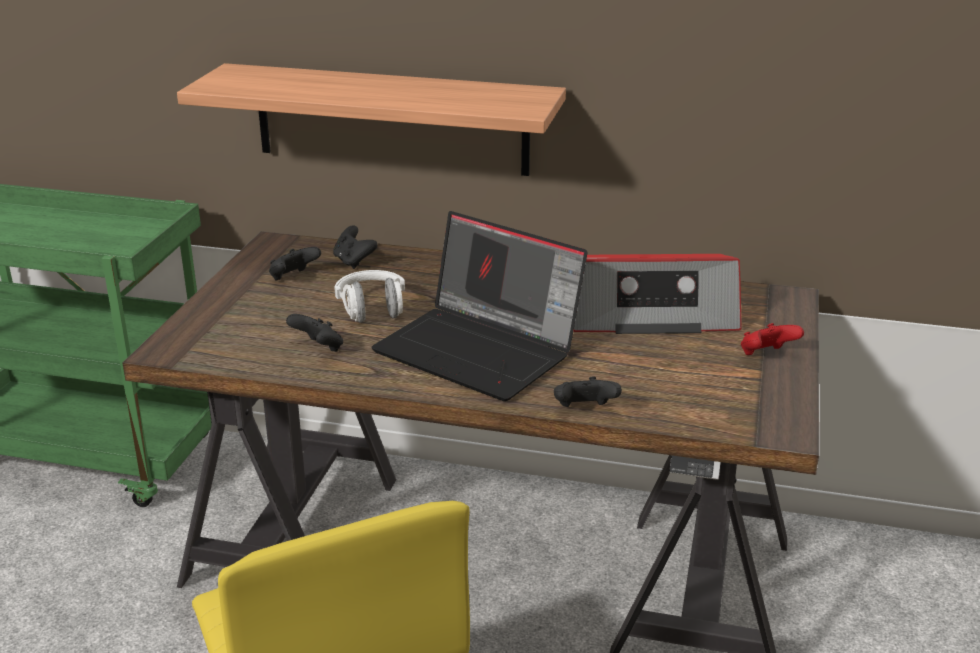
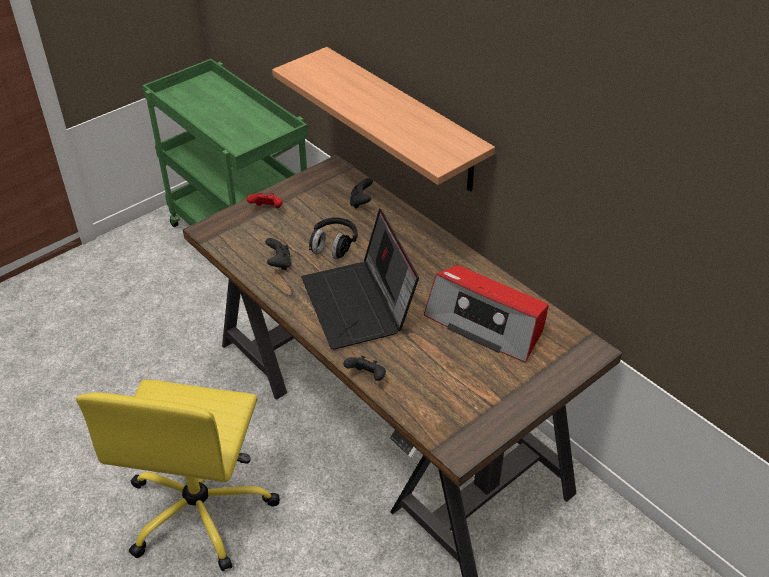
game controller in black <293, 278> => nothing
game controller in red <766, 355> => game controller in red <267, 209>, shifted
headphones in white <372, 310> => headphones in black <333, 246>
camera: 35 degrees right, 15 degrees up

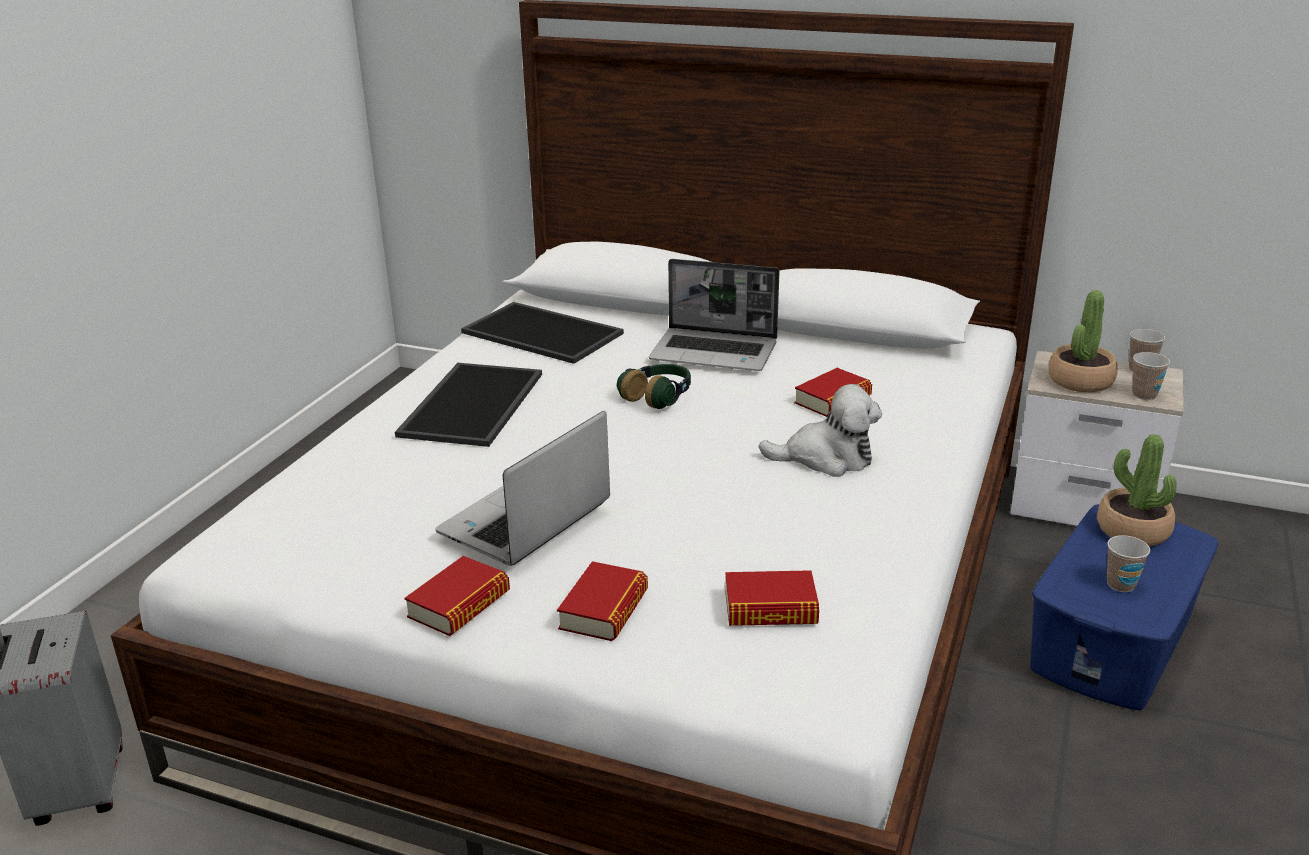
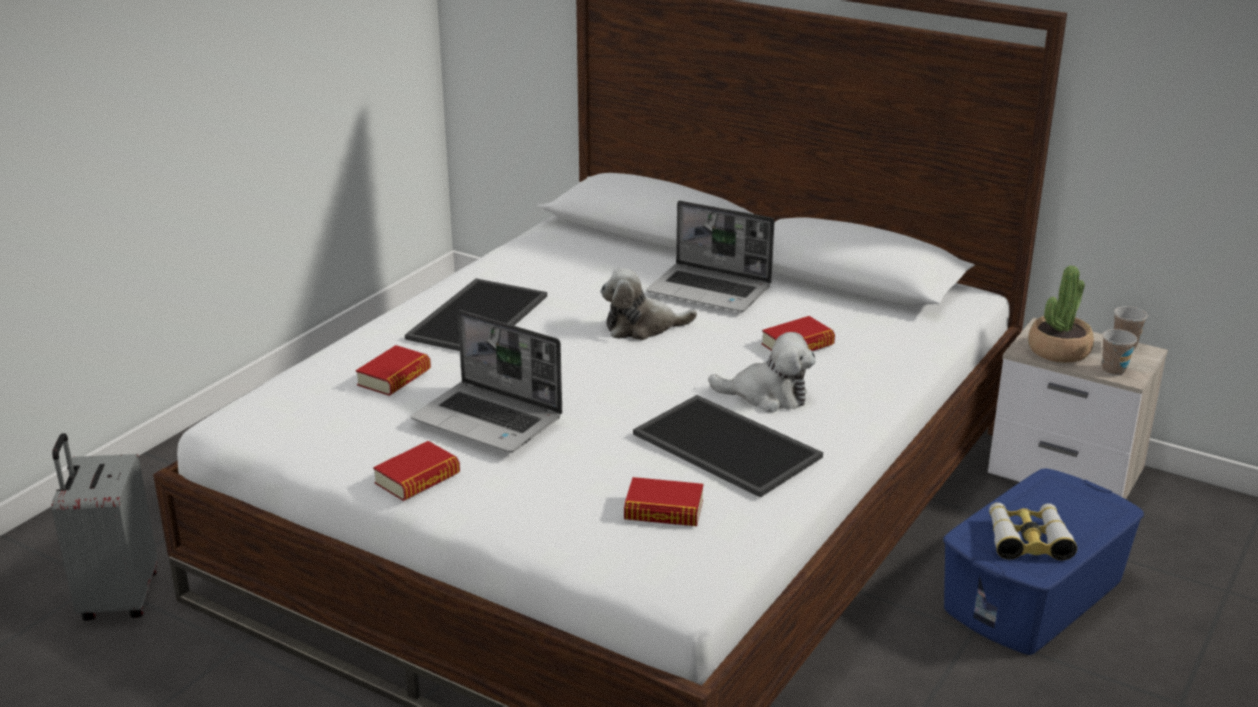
potted plant <1132, 530> => nothing
tray <545, 333> => tray <729, 445>, shifted
book <604, 610> => book <394, 377>, shifted
headphones <658, 397> => plush toy <642, 327>
cup <1120, 584> => binoculars <1027, 539>
laptop <525, 521> => laptop <489, 420>, 105 degrees counterclockwise
camera: 10 degrees right, 0 degrees up

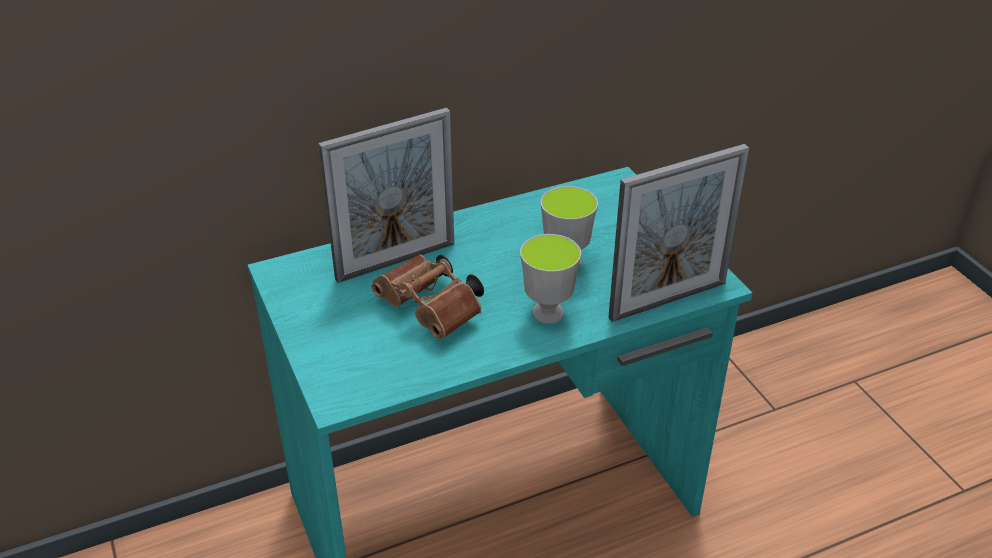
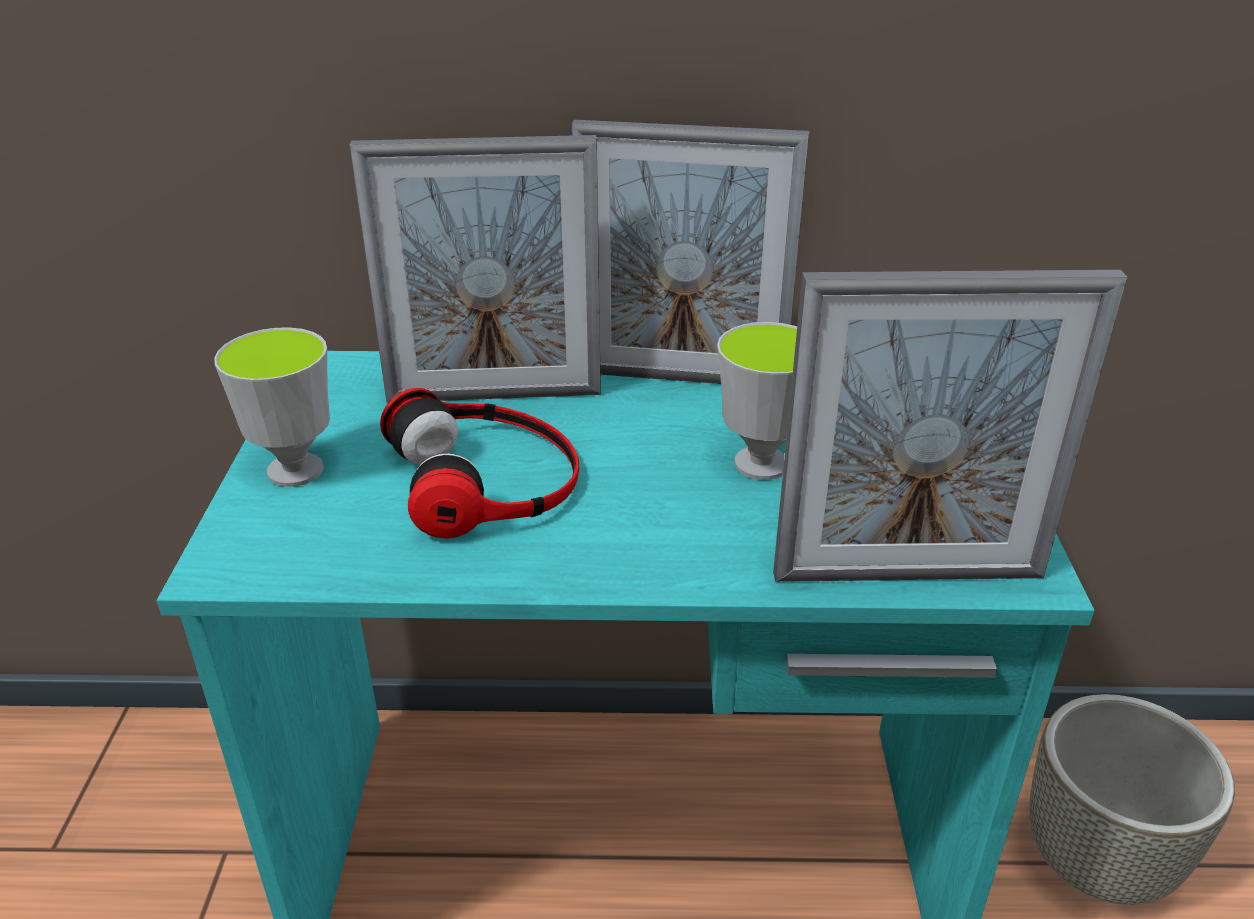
nothing => picture frame <681, 378>
nothing => planter in grey <1096, 864>
cup <548, 313> => cup <295, 470>, shifted
binoculars in brown <433, 311> => headphones <488, 477>
camera: 25 degrees right, 5 degrees down

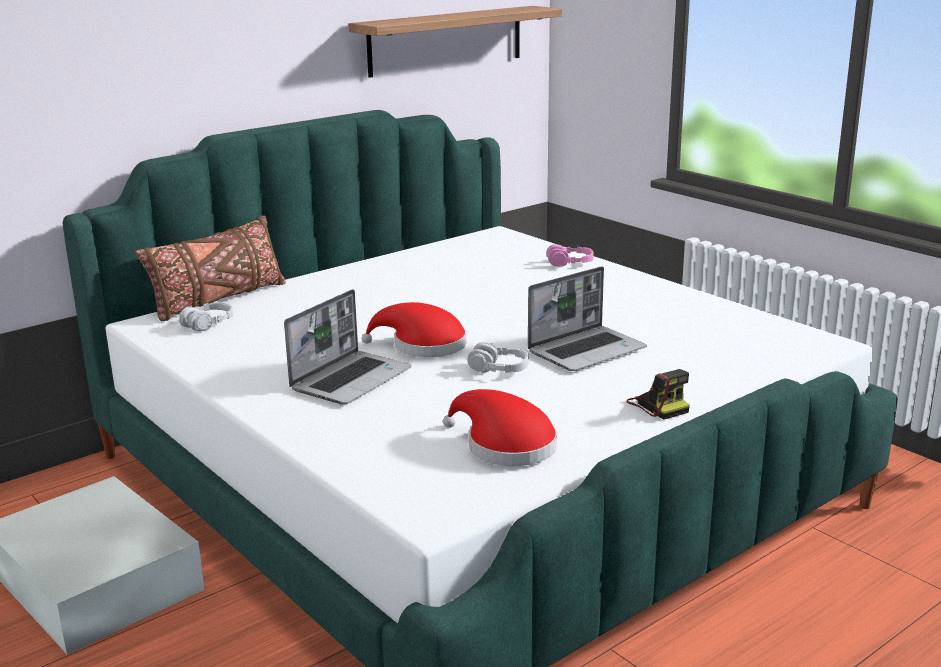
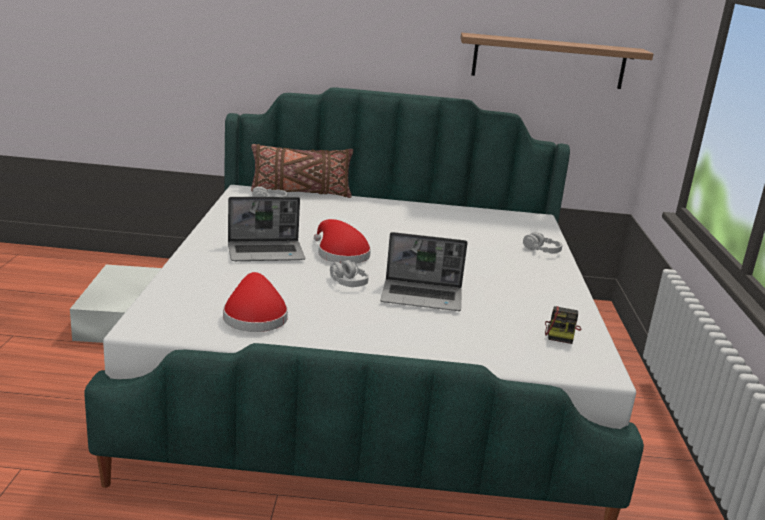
photo camera <658, 405> => photo camera <561, 333>, shifted
headphones in pink <570, 263> => headphones in grey <541, 250>
camera: 40 degrees right, 0 degrees up

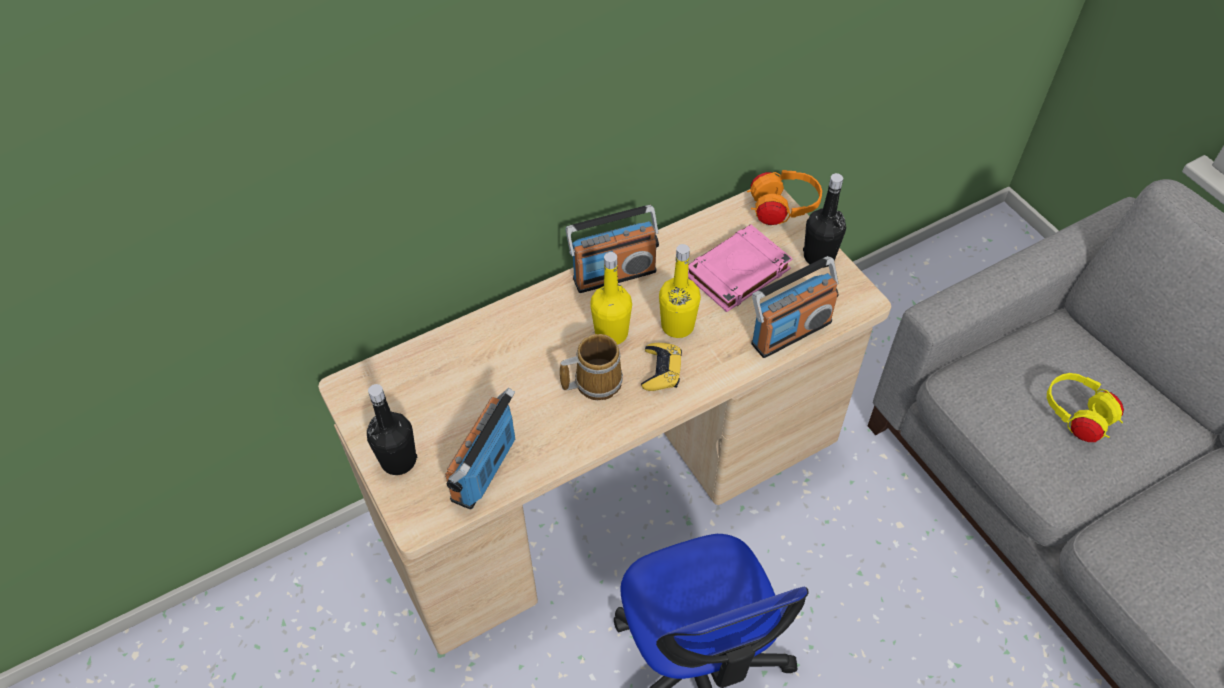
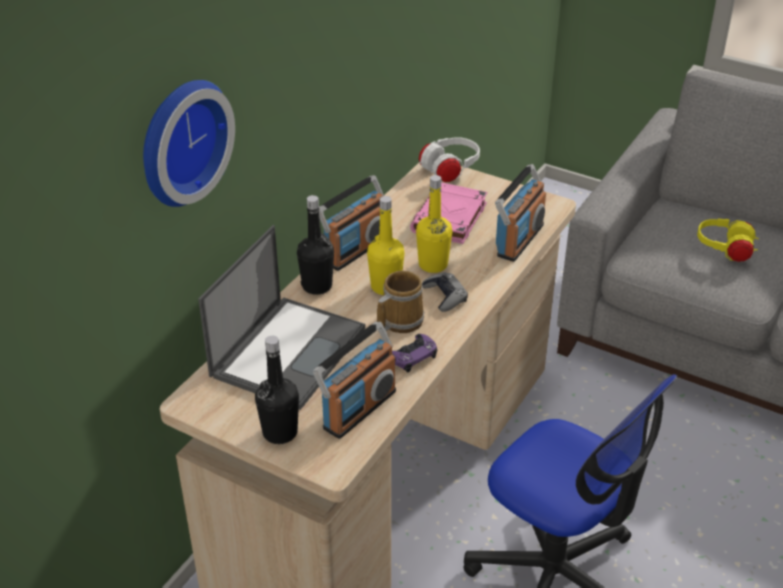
nothing => wall clock <179, 140>
nothing => laptop <289, 350>
nothing => game controller in purple <411, 356>
bottle in black <819, 257> => bottle in black <317, 286>, shifted
game controller in yellow <661, 370> => game controller in grey <445, 296>
headphones in orange <782, 209> => headphones in white <449, 171>
radio <484, 468> => radio <358, 409>, 135 degrees counterclockwise
camera: 30 degrees left, 15 degrees down

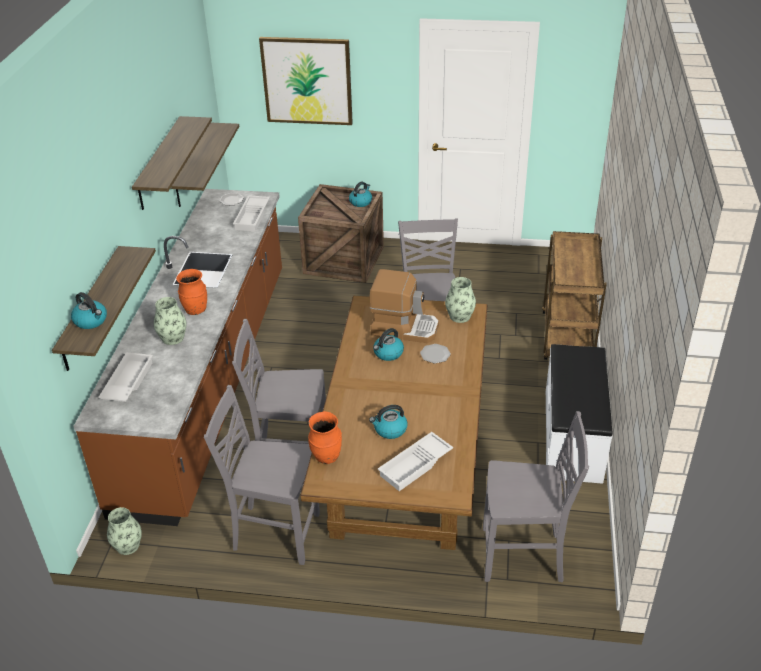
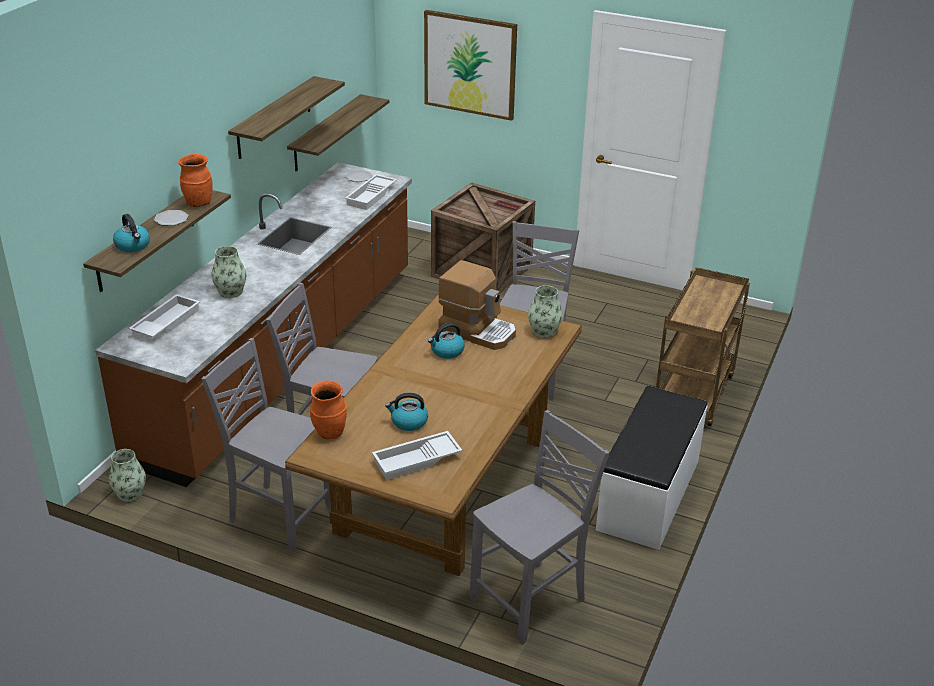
kettle <360, 202> => nothing
vase in orange <195, 310> => vase in orange <198, 203>, shifted
plate <435, 354> => plate <171, 219>, shifted
chair in grey <524, 556> => chair in grey <531, 600>, 60 degrees counterclockwise
camera: 15 degrees right, 5 degrees down

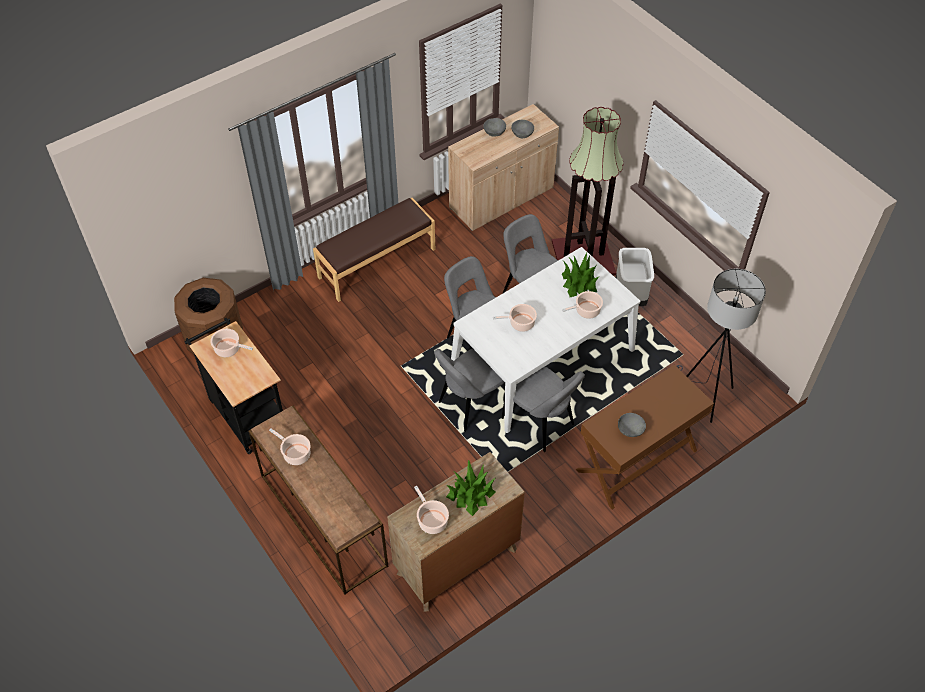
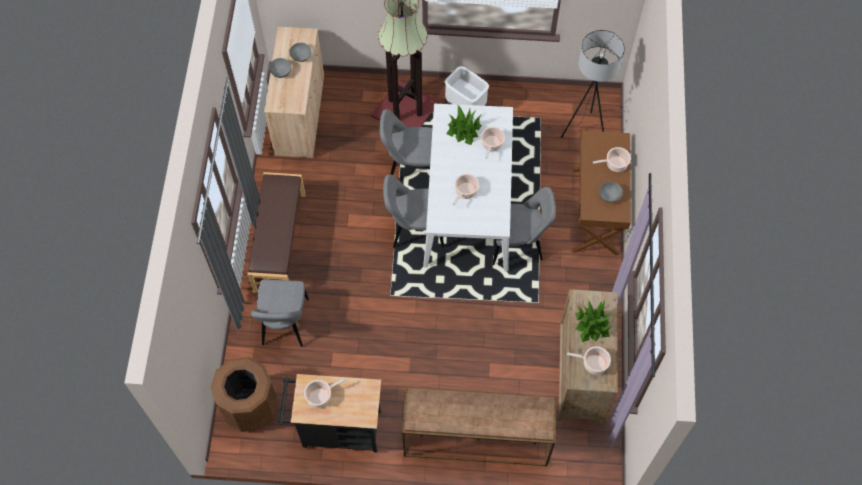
cooking pot <295, 454> => cooking pot <615, 164>, shifted
chair in grey <471, 404> => chair in grey <284, 325>, shifted
camera: 50 degrees left, 10 degrees up

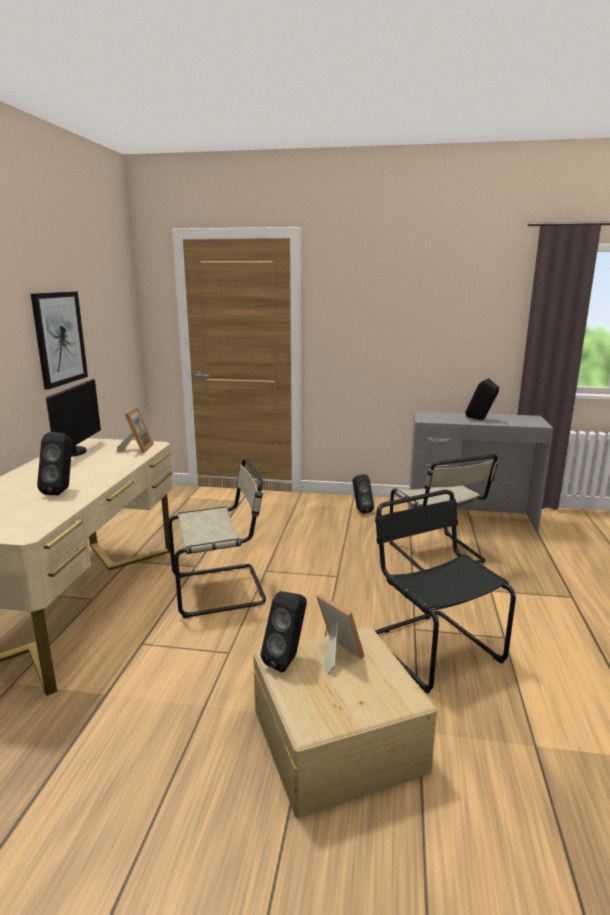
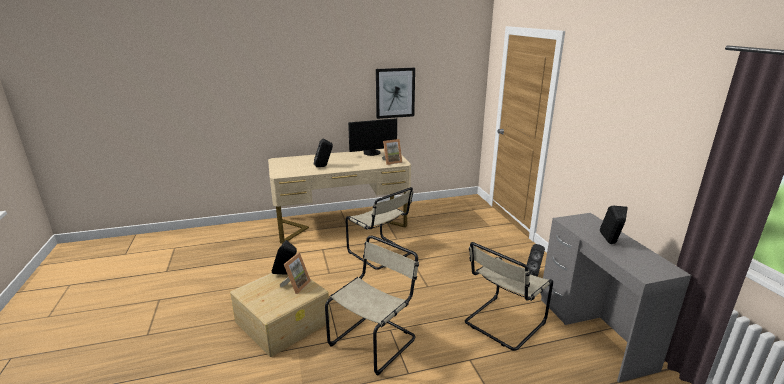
chair in black <432, 647> => chair in beige <375, 340>
camera: 65 degrees right, 5 degrees up

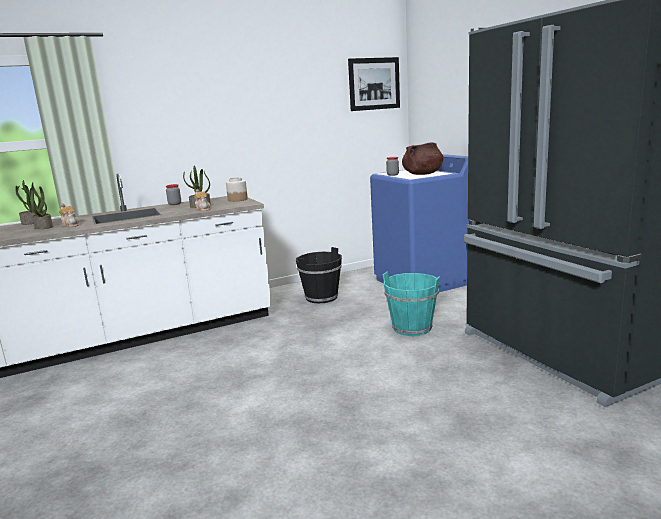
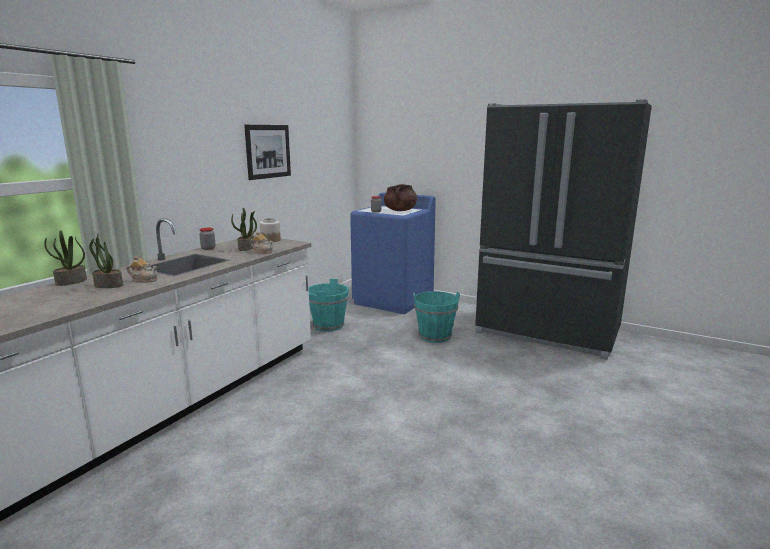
picture <374, 84> => picture <268, 151>, shifted
bucket in black <321, 297> => bucket in turquoise <328, 325>
camera: 35 degrees left, 0 degrees up

